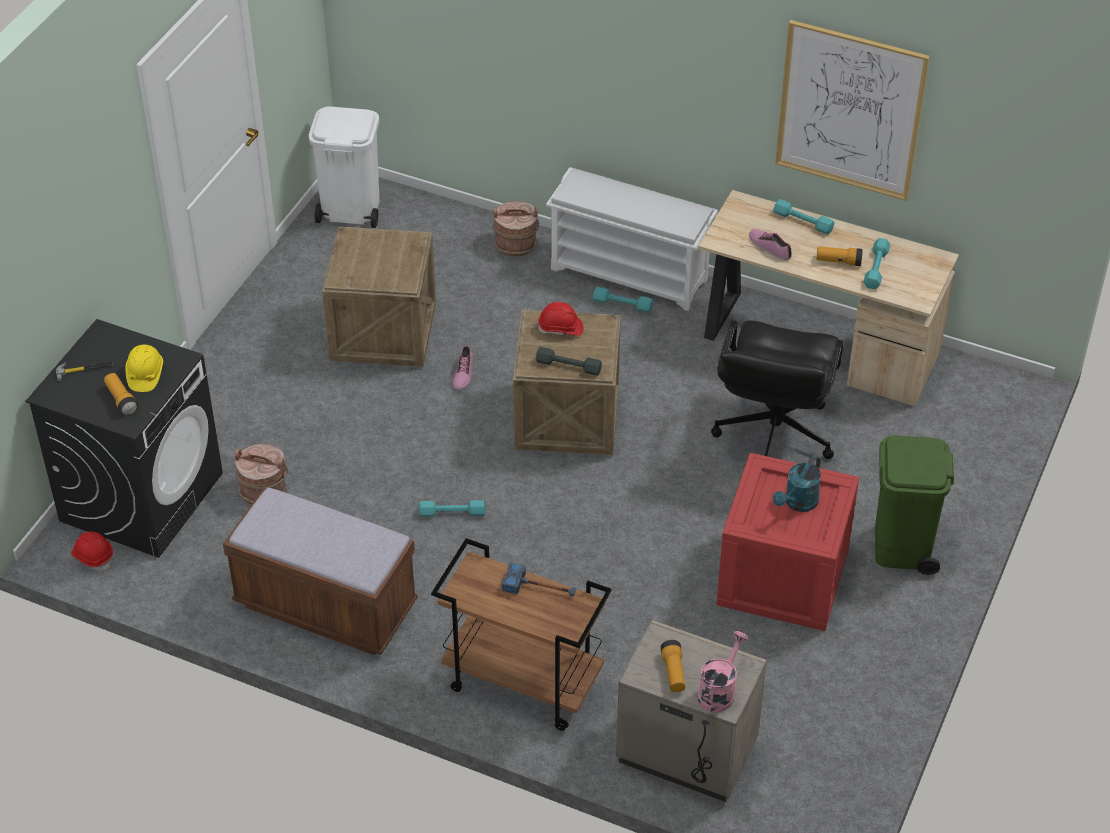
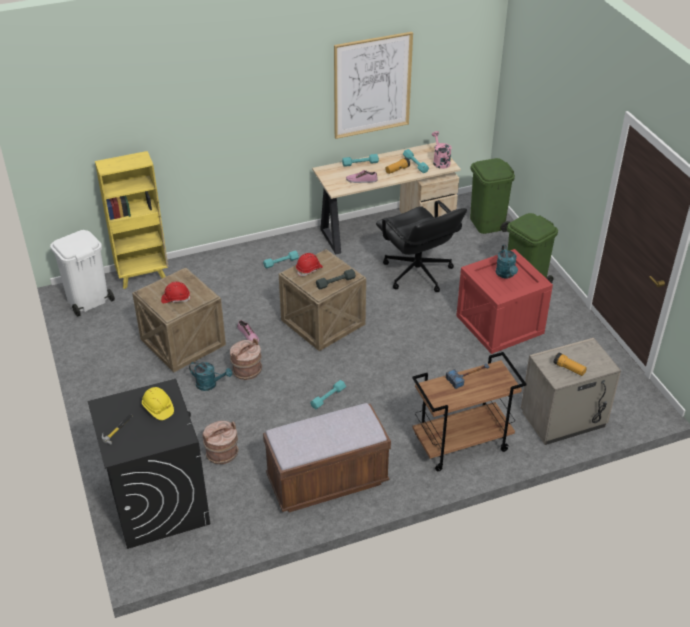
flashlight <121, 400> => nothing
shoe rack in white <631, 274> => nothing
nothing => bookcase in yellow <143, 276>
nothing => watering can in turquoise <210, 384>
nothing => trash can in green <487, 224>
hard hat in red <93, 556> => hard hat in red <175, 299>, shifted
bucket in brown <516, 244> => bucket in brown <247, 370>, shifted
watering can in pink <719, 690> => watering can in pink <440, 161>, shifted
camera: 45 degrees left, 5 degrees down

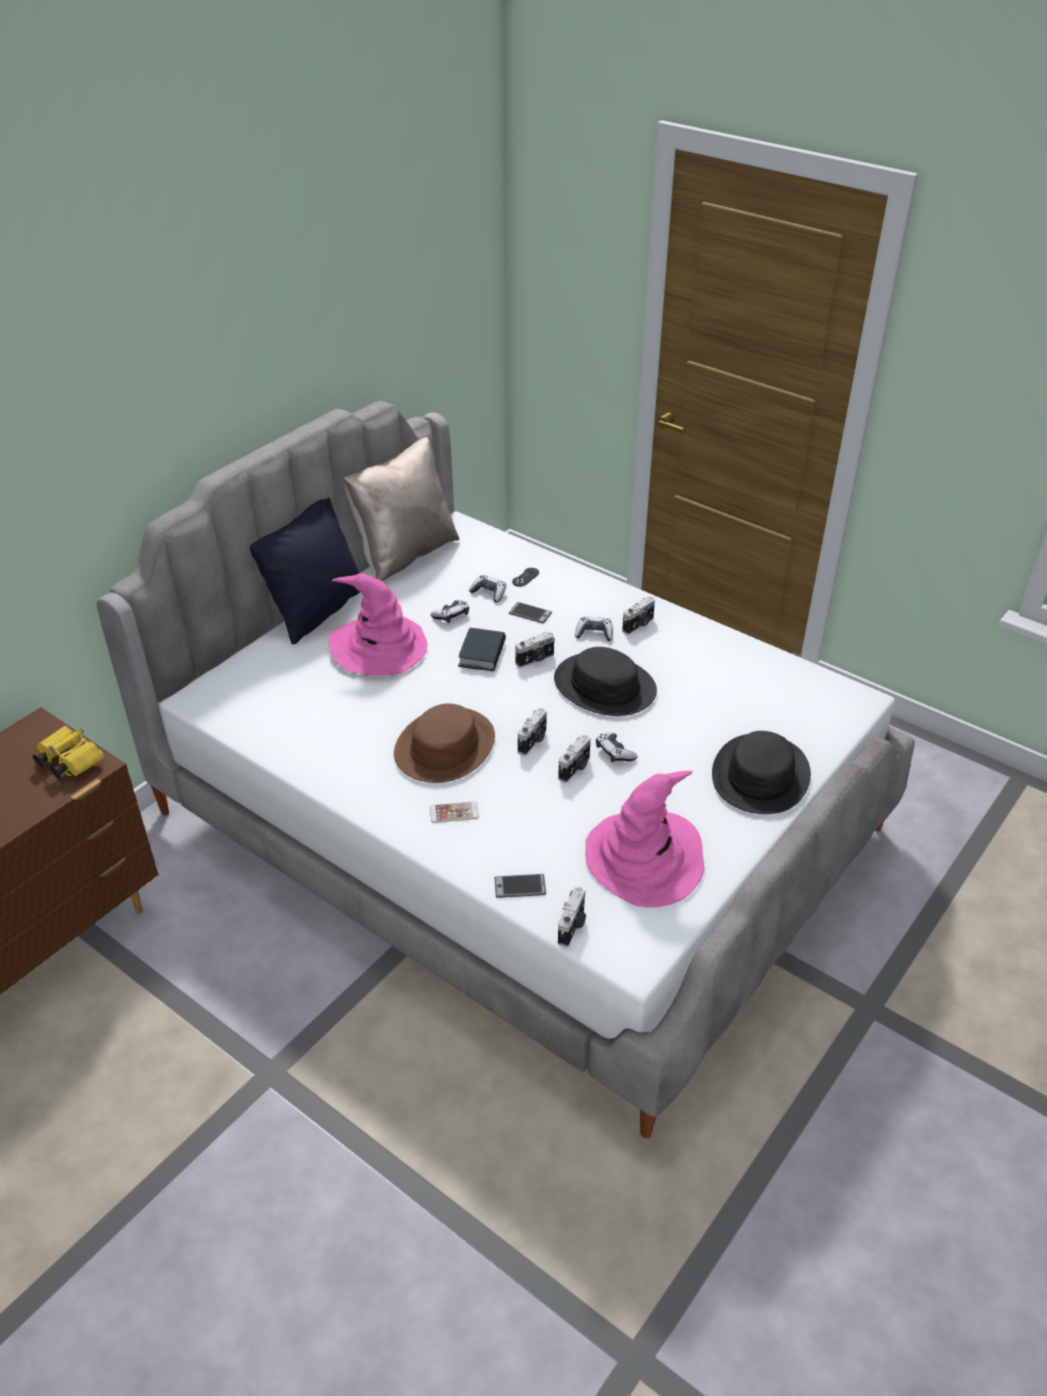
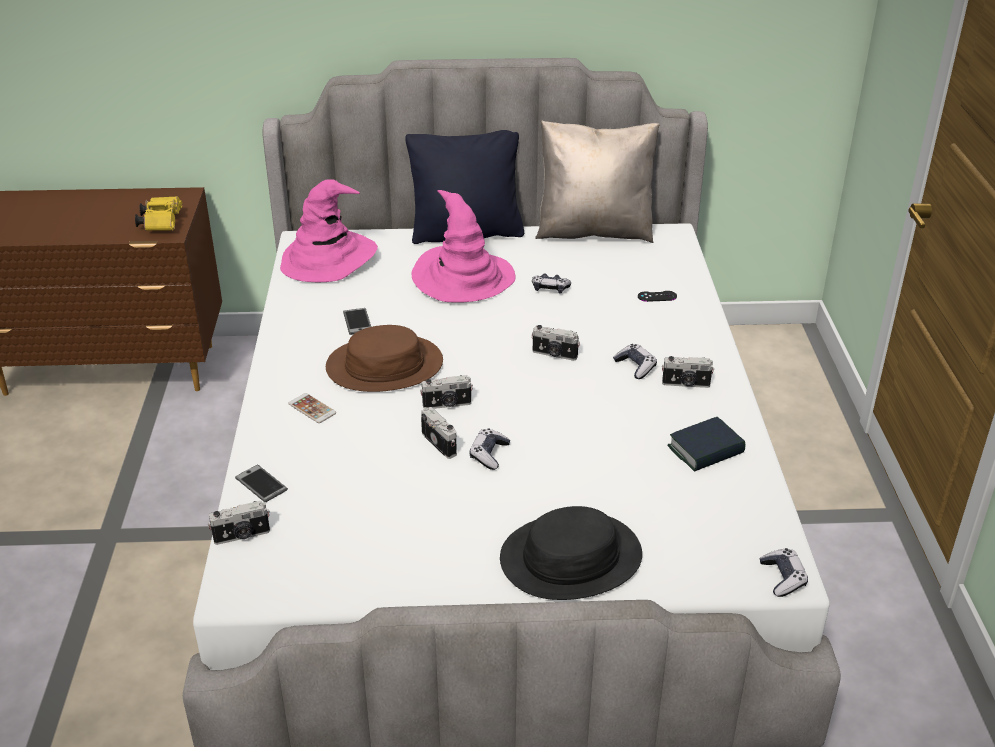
hat in black <604, 686> => nothing
book <482, 654> => book <706, 450>, shifted
game controller <489, 593> => game controller <783, 578>, shifted
phone <530, 613> => phone <357, 322>, shifted
hat in pink <645, 859> => hat in pink <328, 259>, shifted
photo camera <575, 769> => photo camera <440, 443>, 120 degrees counterclockwise
camera: 50 degrees right, 5 degrees down

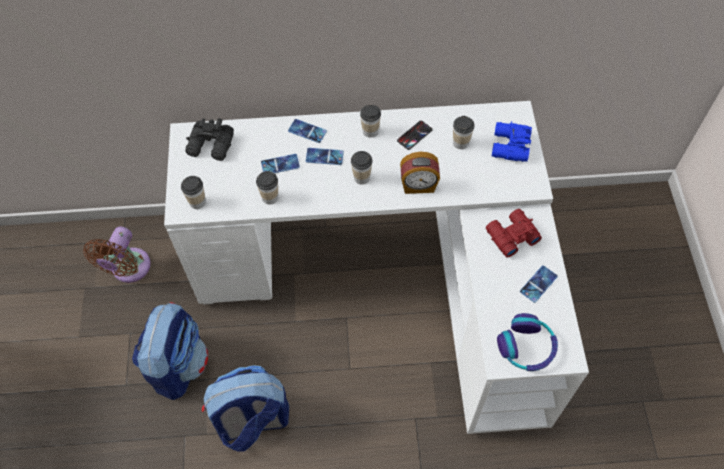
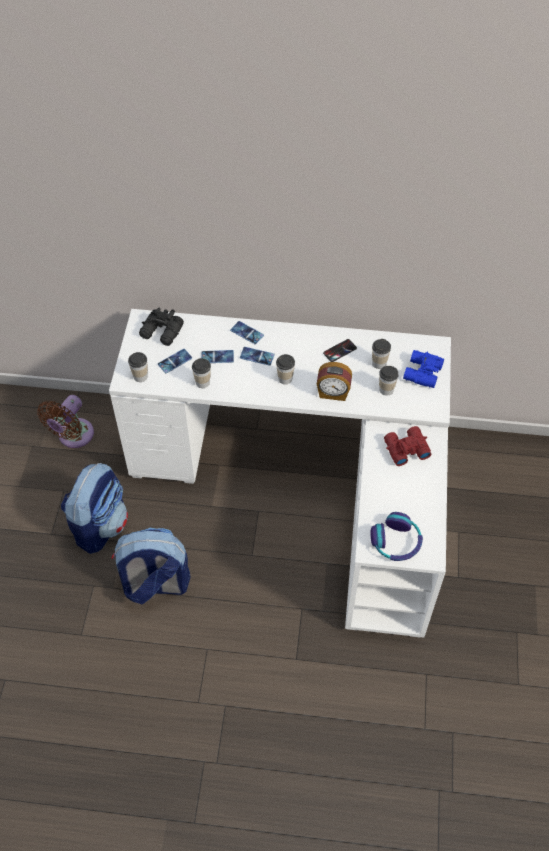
cup <370, 131> => cup <386, 389>, shifted
phone <538, 284> => phone <175, 361>, shifted
camera: 10 degrees right, 5 degrees down

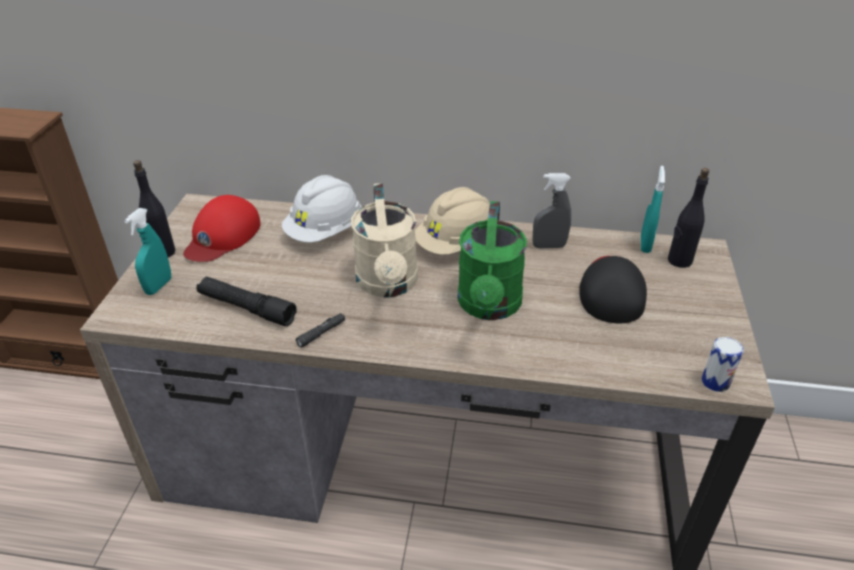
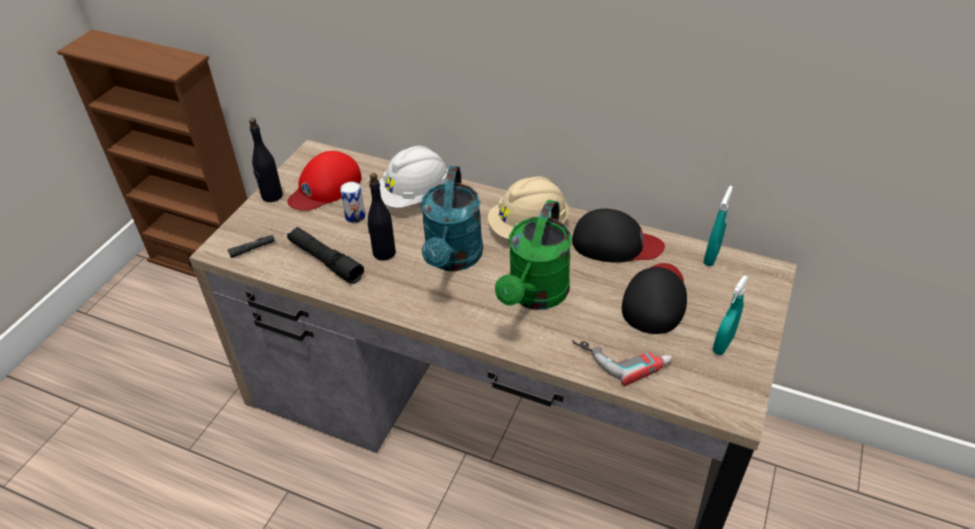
nothing => power drill <622, 355>
spray bottle in turquoise <158, 286> => spray bottle in turquoise <723, 344>, shifted
flashlight in black <321, 333> => flashlight in black <252, 249>, shifted
bottle in black <679, 260> => bottle in black <384, 253>, shifted
can <715, 382> => can <355, 216>, shifted
spray bottle in grey <549, 246> => cap in black <615, 243>
watering can in beige <388, 285> => watering can in turquoise <452, 259>
camera: 15 degrees right, 5 degrees up

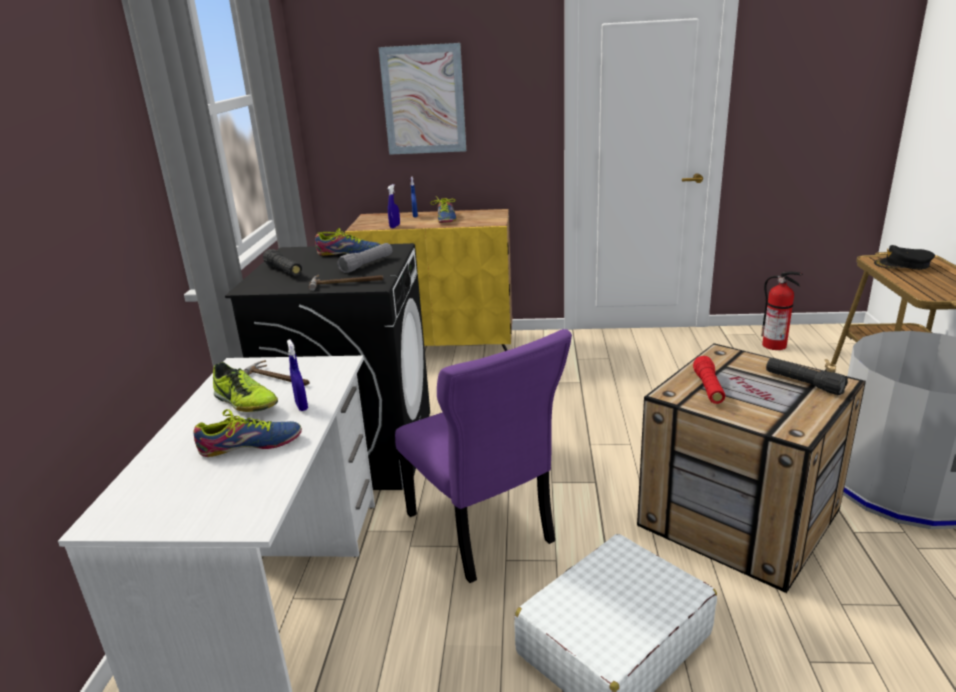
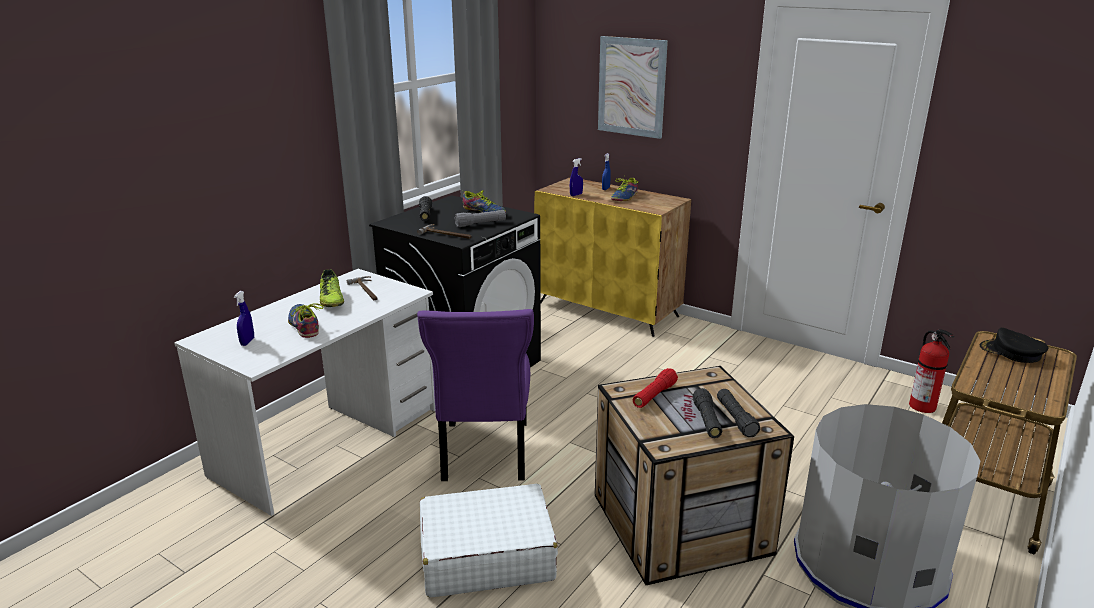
nothing => flashlight in black <707, 421>
spray bottle in blue <301, 406> => spray bottle in blue <247, 342>, shifted
shoe <250, 444> => shoe <304, 325>, 135 degrees counterclockwise
camera: 30 degrees right, 0 degrees up

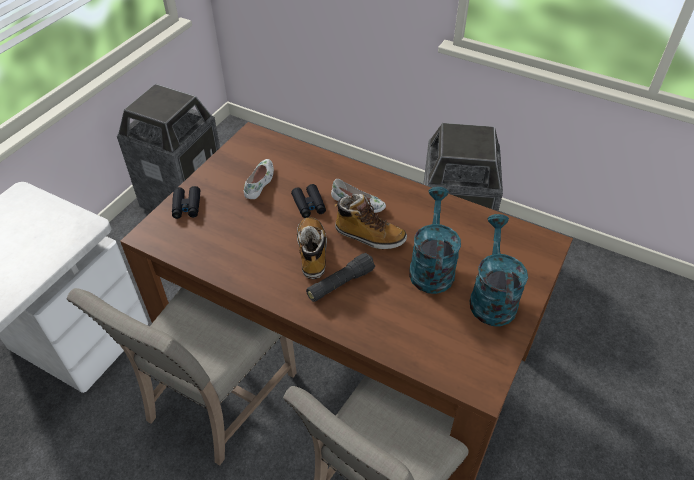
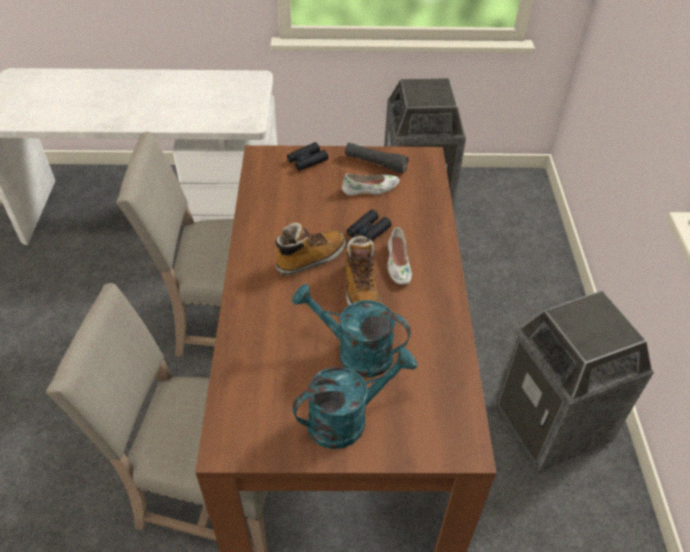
flashlight in black <340, 284> => flashlight in black <375, 163>, shifted
watering can in turquoise <431, 266> => watering can in turquoise <354, 352>, 135 degrees counterclockwise
camera: 60 degrees right, 0 degrees up

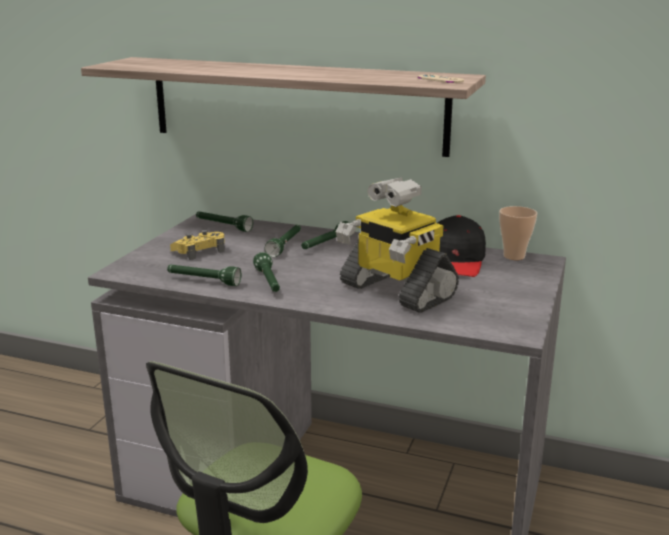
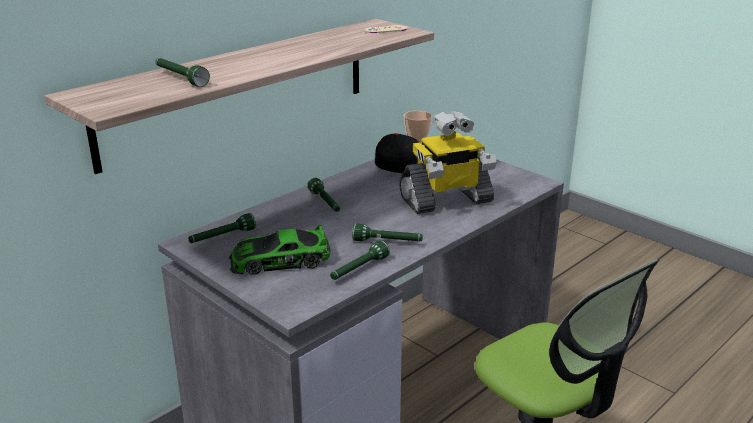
flashlight in green <285, 246> => flashlight in green <180, 78>, shifted
game controller in yellow <199, 251> => toy car <279, 260>
camera: 65 degrees left, 5 degrees up

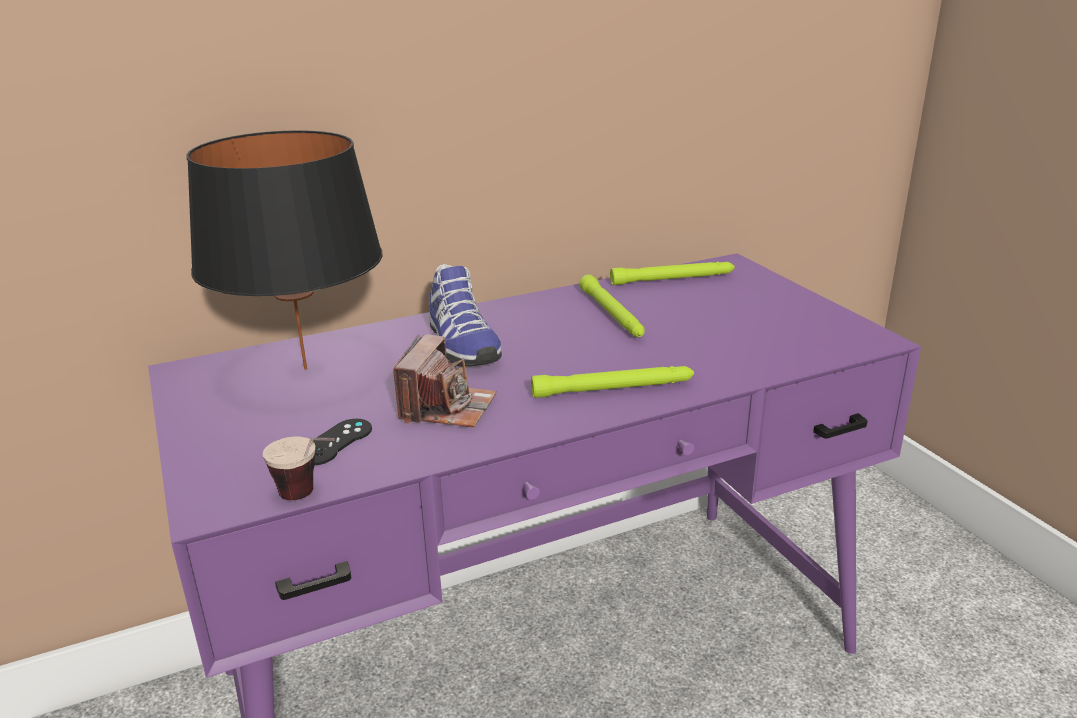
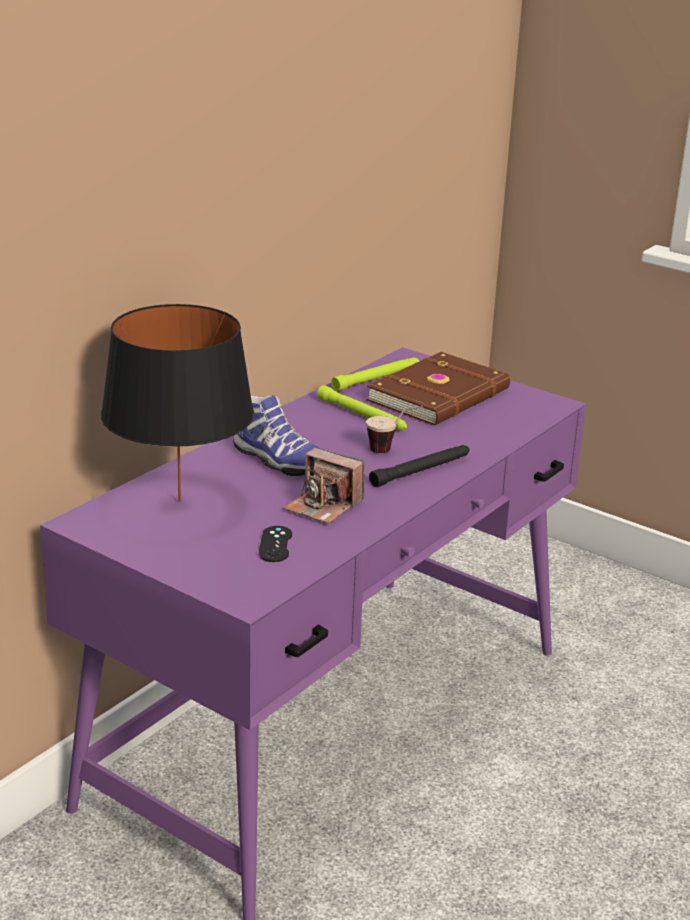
nothing => book in brown <441, 395>
cup <311, 498> => cup <392, 450>, shifted
flashlight in green <613, 389> => flashlight in black <421, 471>
photo camera <447, 407> => photo camera <323, 506>, 135 degrees clockwise
camera: 30 degrees left, 0 degrees up

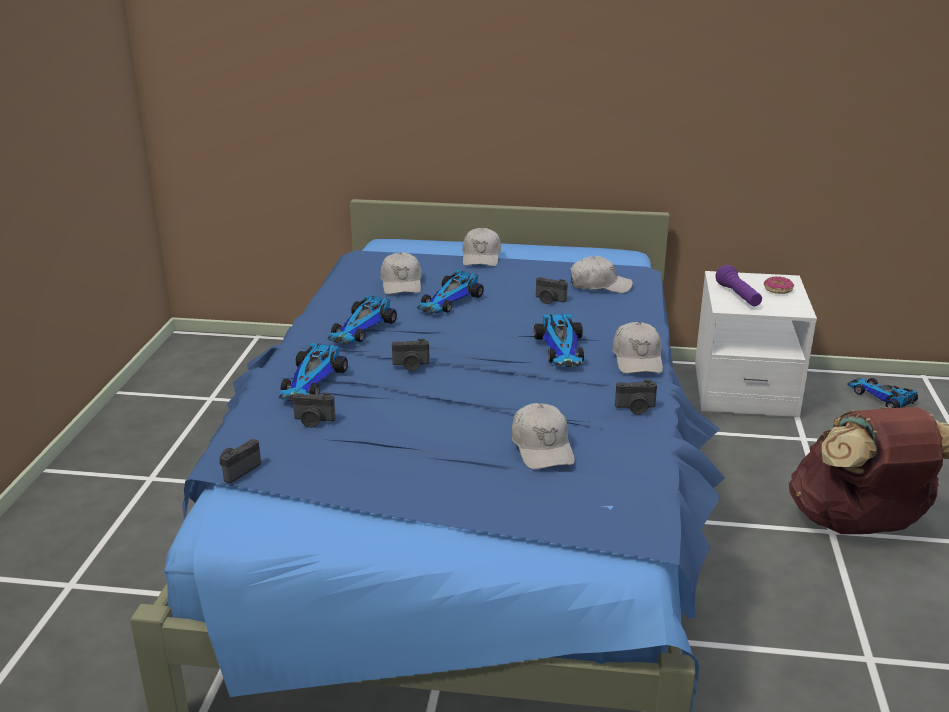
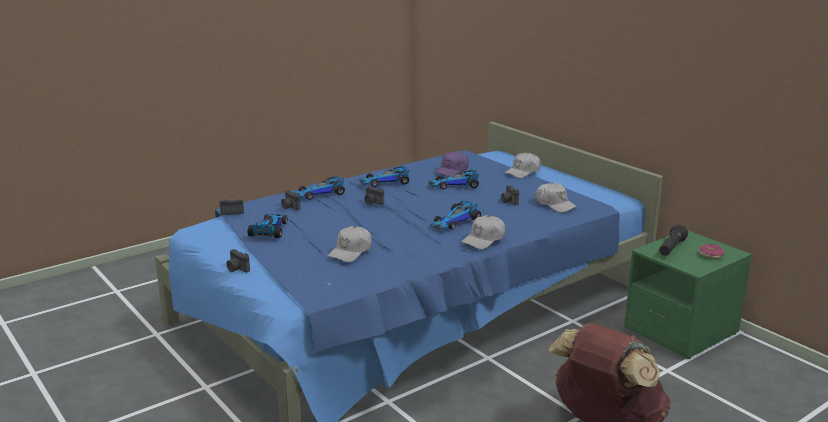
photo camera <635, 408> => photo camera <237, 269>, shifted
toy car <881, 398> => toy car <270, 229>, shifted
cap in white <401, 284> => cap in purple <452, 171>
nightstand in white <744, 390> => nightstand in green <681, 331>
flashlight in purple <738, 296> => flashlight in black <671, 248>
camera: 45 degrees right, 5 degrees down

